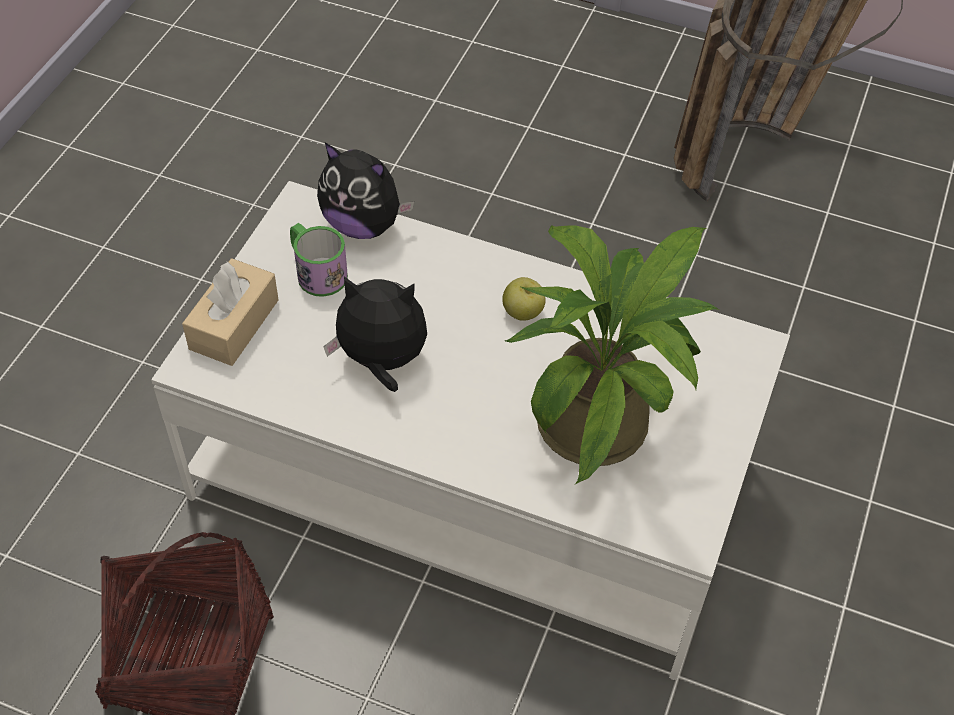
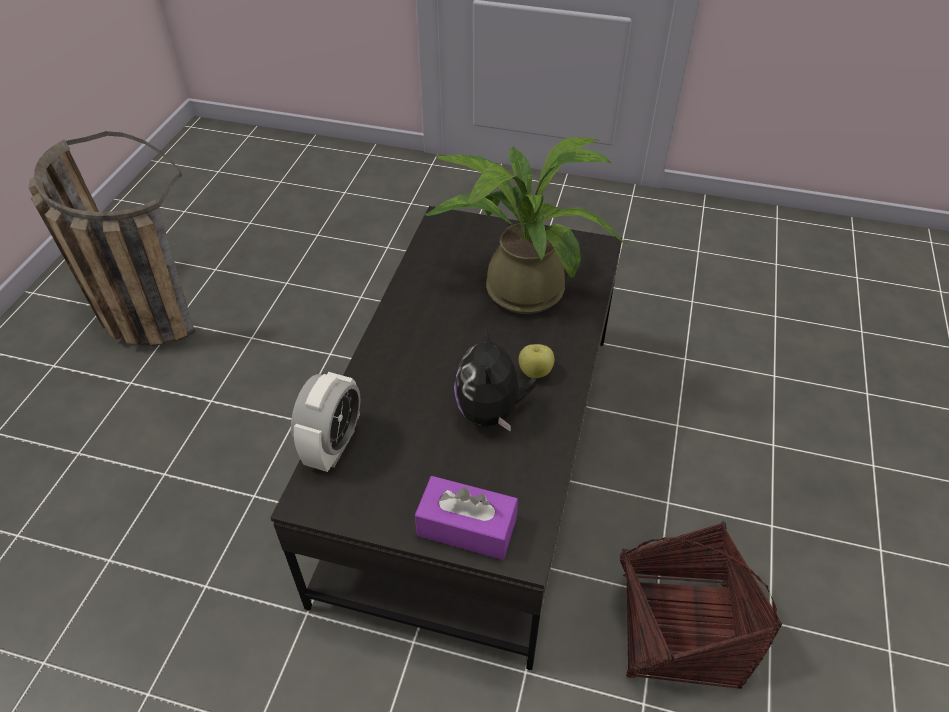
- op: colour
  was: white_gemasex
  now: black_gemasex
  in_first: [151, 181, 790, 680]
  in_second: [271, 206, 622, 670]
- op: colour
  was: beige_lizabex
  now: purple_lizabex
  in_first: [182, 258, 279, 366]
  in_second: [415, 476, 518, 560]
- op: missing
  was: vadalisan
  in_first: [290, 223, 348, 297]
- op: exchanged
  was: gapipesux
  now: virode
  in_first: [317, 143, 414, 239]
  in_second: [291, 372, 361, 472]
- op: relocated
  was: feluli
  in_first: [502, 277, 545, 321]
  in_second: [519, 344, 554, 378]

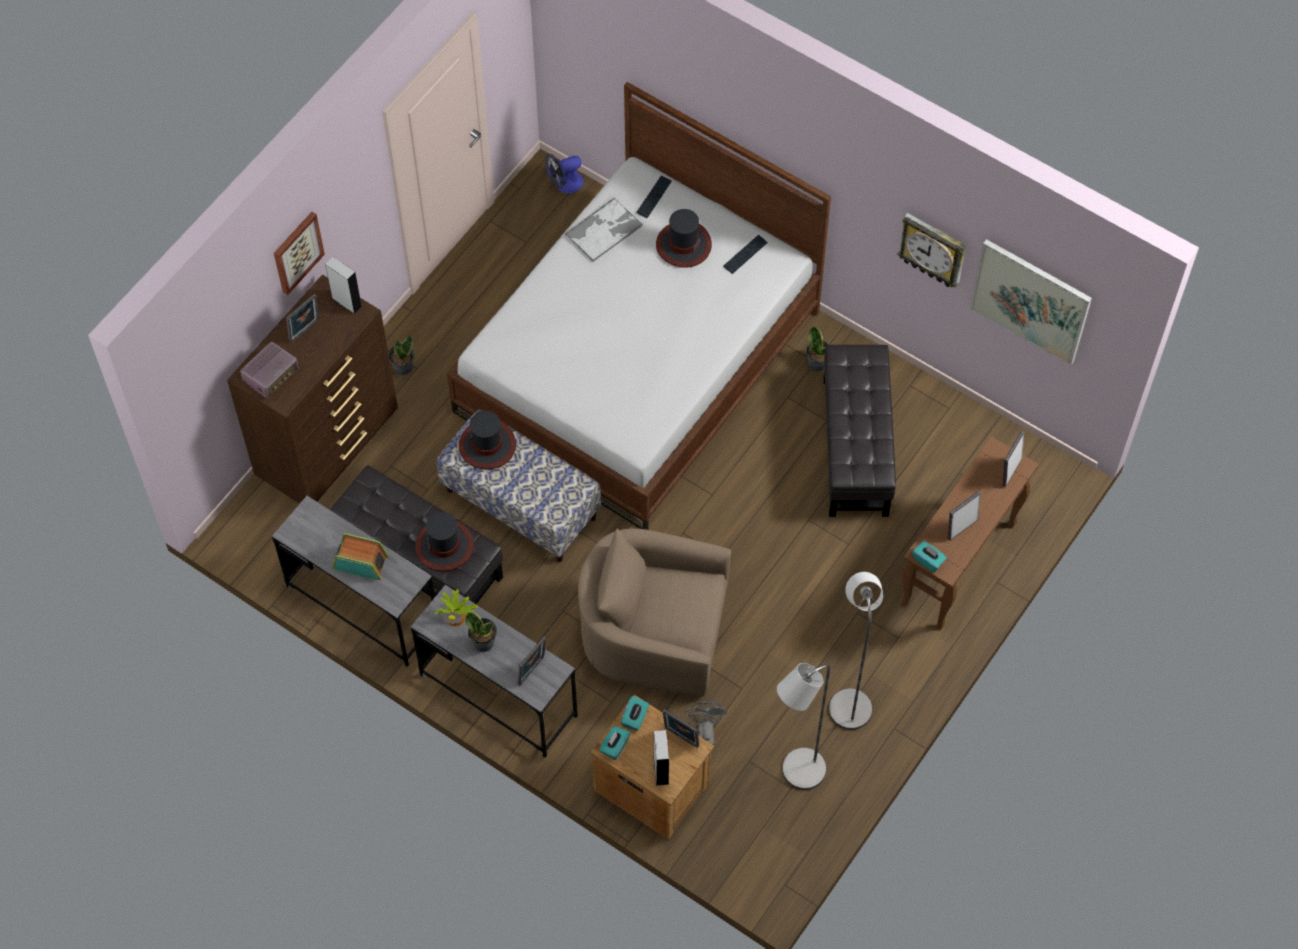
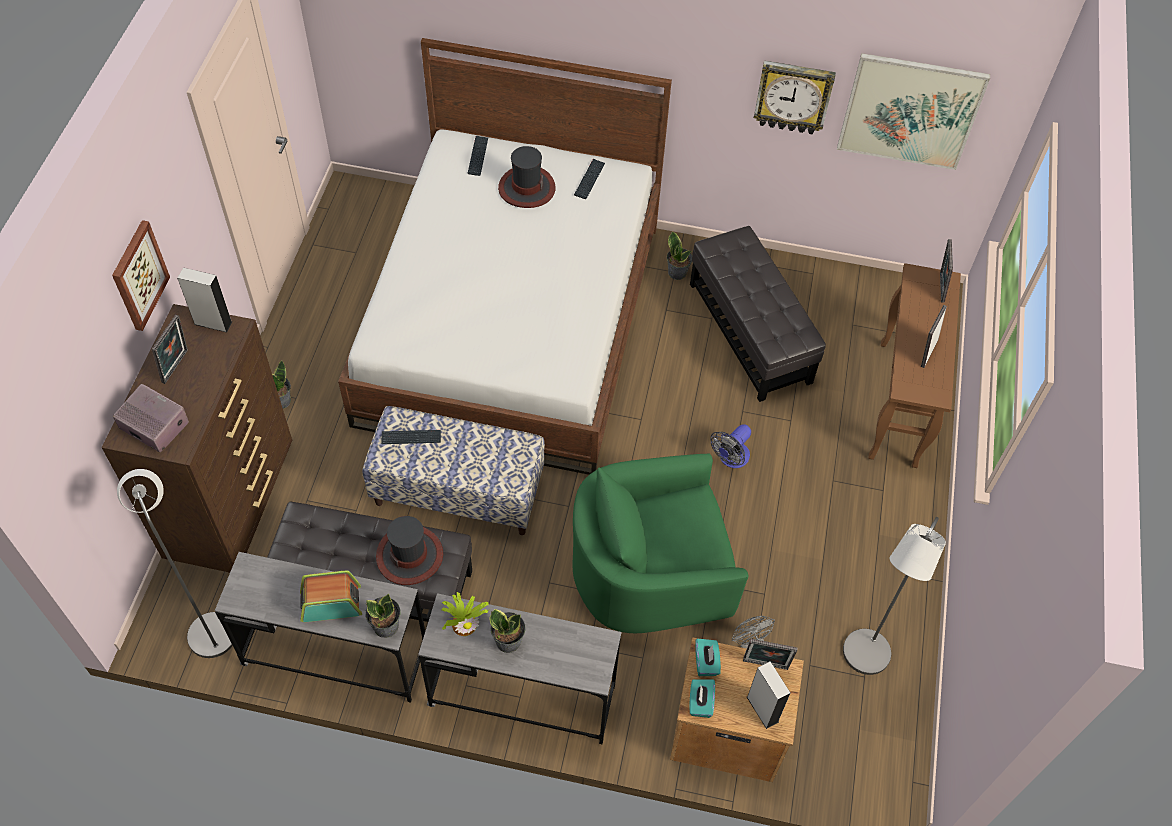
- op: spun
  was: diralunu
  in_first: [240, 342, 299, 399]
  in_second: [113, 384, 189, 452]
  clockwise: -75
- op: exchanged
  was: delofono
  now: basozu
  in_first: [459, 411, 516, 470]
  in_second: [381, 430, 441, 444]
- op: missing
  was: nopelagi
  in_first: [517, 637, 546, 685]
- op: relocated
  was: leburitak
  in_first: [544, 153, 584, 194]
  in_second: [710, 424, 751, 468]
- op: missing
  was: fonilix
  in_first: [565, 197, 643, 263]
- op: colour
  was: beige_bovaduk
  now: green_bovaduk
  in_first: [578, 528, 731, 697]
  in_second: [572, 453, 749, 633]
- op: relocated
  was: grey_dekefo
  in_first: [829, 572, 883, 730]
  in_second: [117, 469, 233, 658]
- op: missing
  was: turquoise_lizabex
  in_first: [913, 541, 947, 572]
- op: appeared
  now: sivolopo
  in_second: [365, 593, 401, 638]

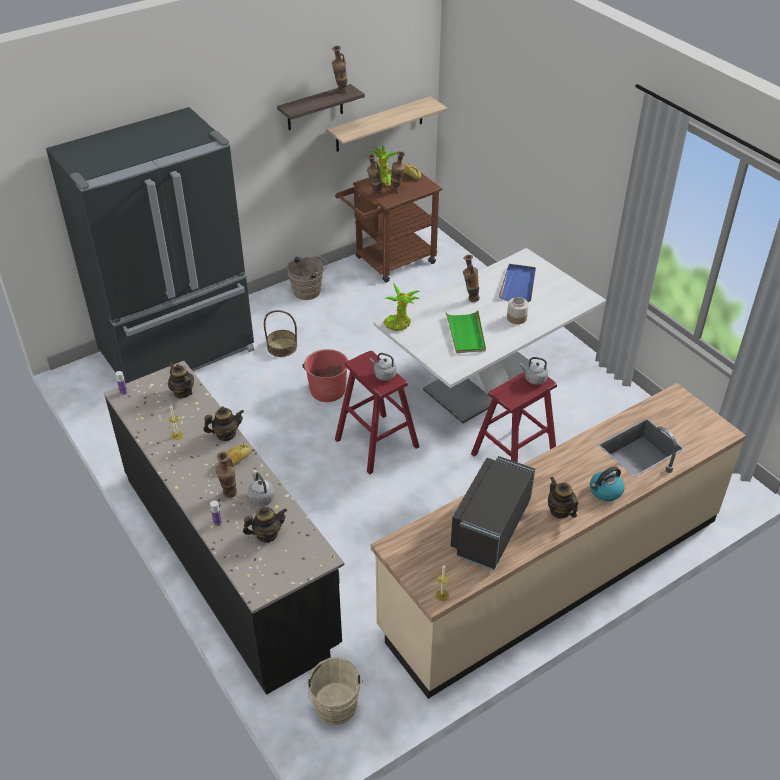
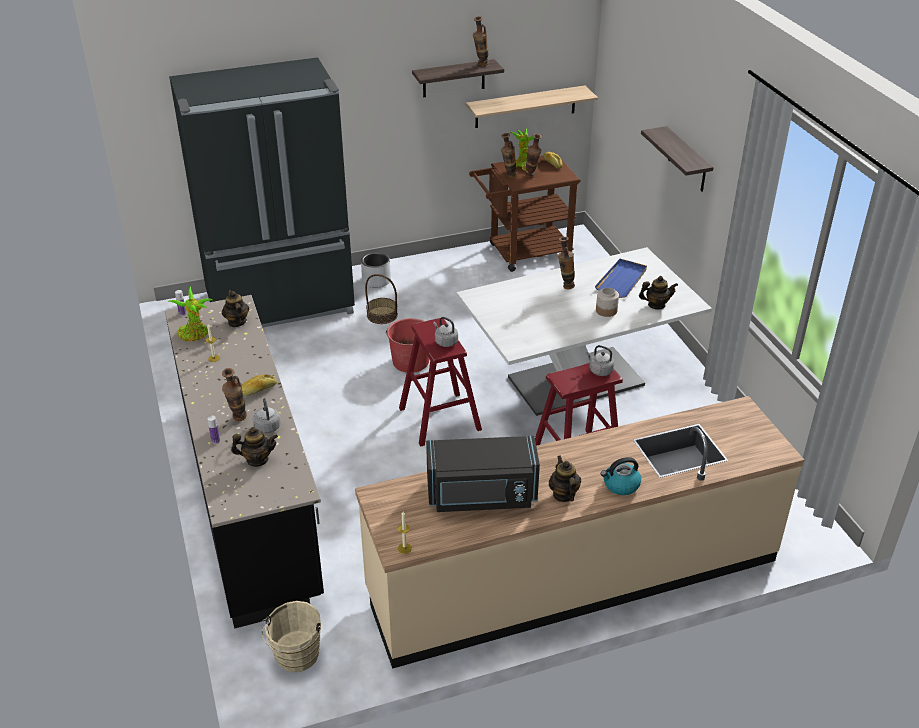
- op: relocated
  was: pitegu
  in_first: [203, 407, 244, 441]
  in_second: [639, 276, 678, 310]
- op: missing
  was: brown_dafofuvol
  in_first: [287, 255, 327, 300]
- op: relocated
  was: sivolopo
  in_first: [383, 283, 420, 331]
  in_second: [168, 287, 213, 341]
- op: missing
  was: green_fonilix
  in_first: [445, 310, 486, 353]
- op: spun
  was: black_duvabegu
  in_first: [451, 456, 535, 570]
  in_second: [426, 436, 540, 512]
  clockwise: -135
- op: appeared
  now: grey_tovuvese
  in_second: [361, 252, 391, 288]
- op: appeared
  now: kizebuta
  in_second: [641, 126, 714, 192]

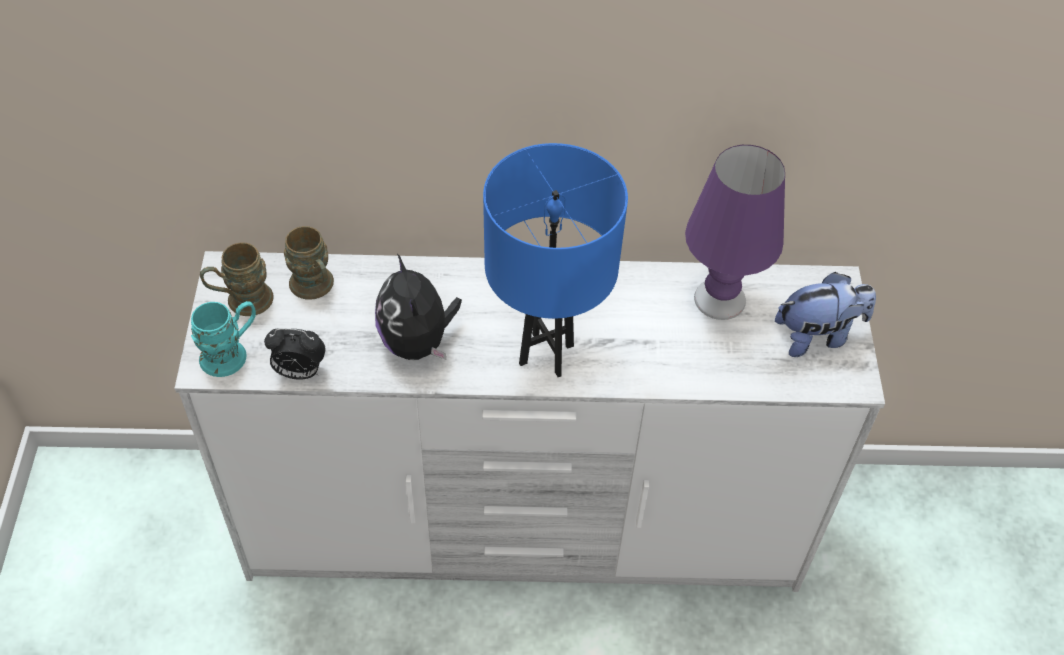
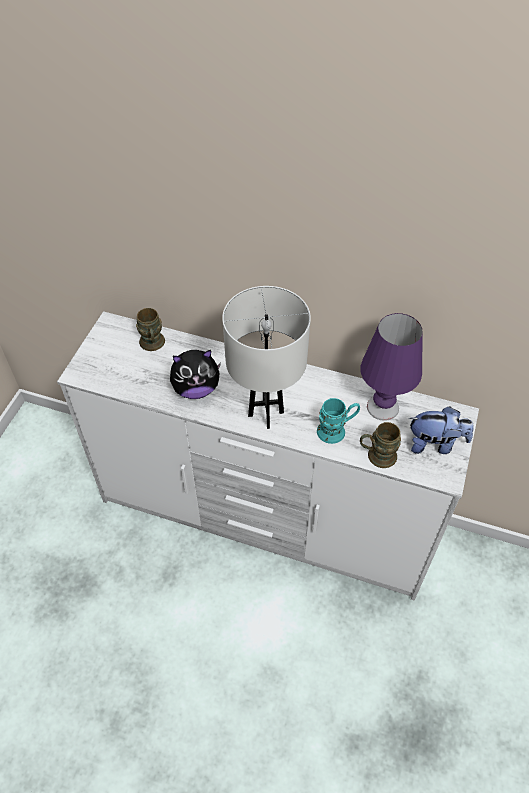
- op: relocated
  was: turquoise_vadalisan
  in_first: [191, 301, 256, 377]
  in_second: [317, 398, 360, 444]
- op: relocated
  was: brown_vadalisan
  in_first: [200, 242, 274, 316]
  in_second: [360, 422, 401, 468]
- op: missing
  was: virode
  in_first: [264, 328, 326, 380]
- op: spun
  was: gapipesux
  in_first: [375, 254, 462, 360]
  in_second: [170, 350, 221, 399]
  clockwise: -105
- op: colour
  was: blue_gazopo
  now: white_gazopo
  in_first: [483, 143, 628, 377]
  in_second: [222, 286, 311, 429]

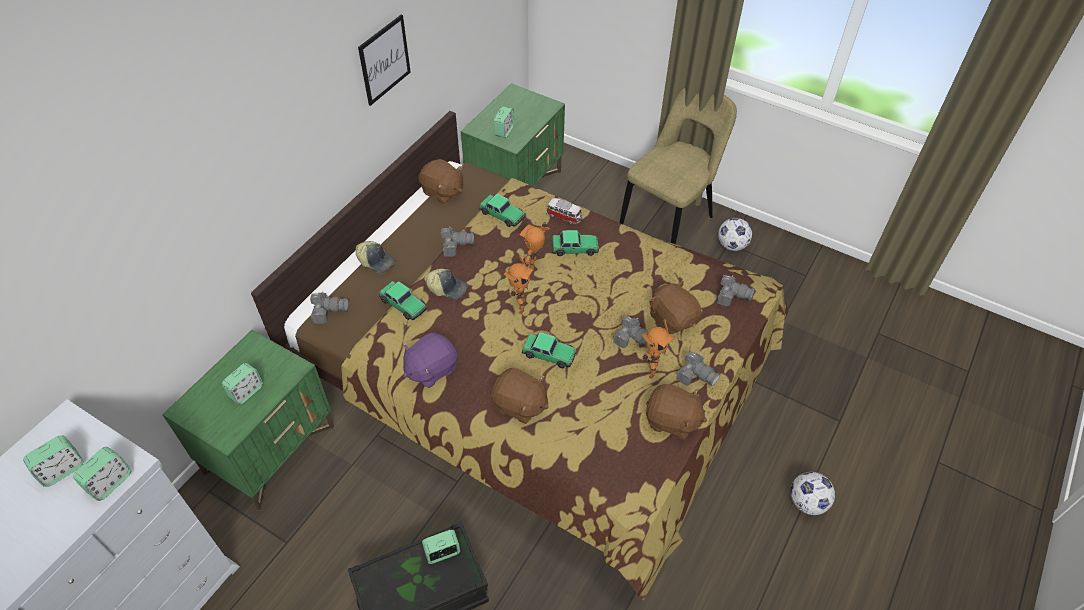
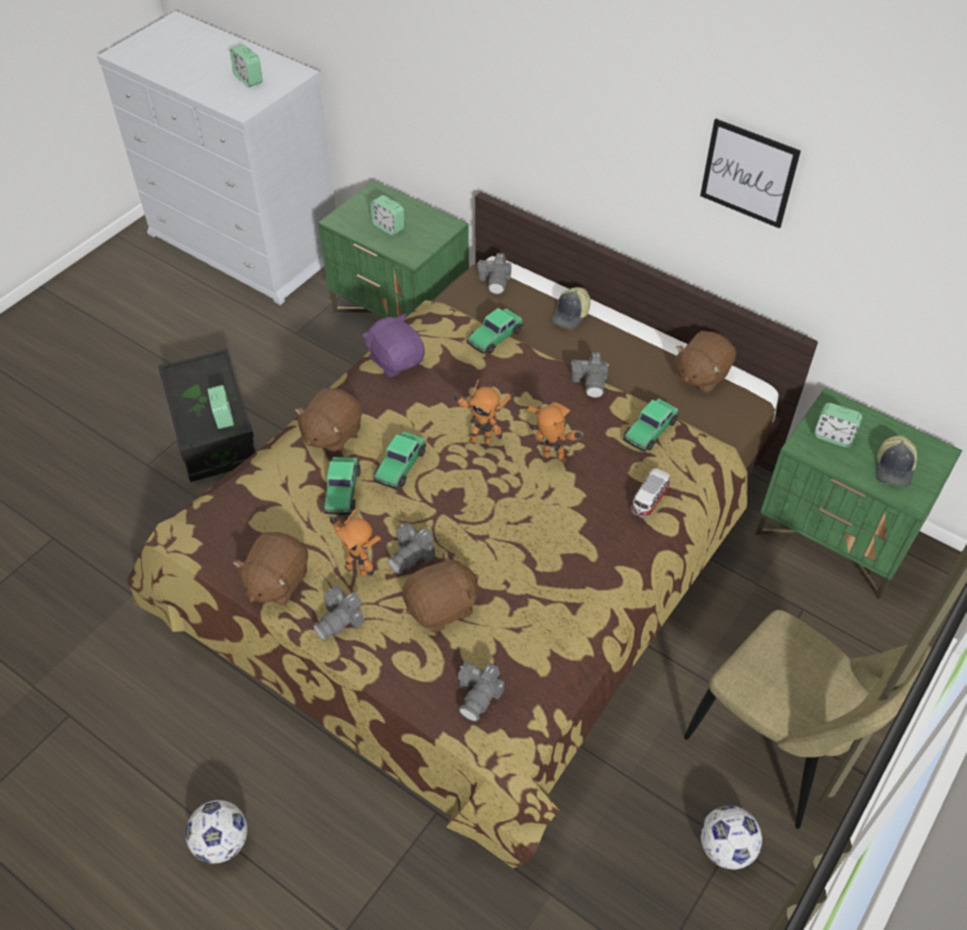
- op: missing
  was: virode
  in_first: [73, 447, 131, 501]
- op: relocated
  was: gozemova
  in_first: [424, 269, 467, 300]
  in_second: [876, 435, 917, 487]
- op: relocated
  was: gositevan
  in_first: [552, 230, 599, 256]
  in_second: [322, 457, 361, 515]

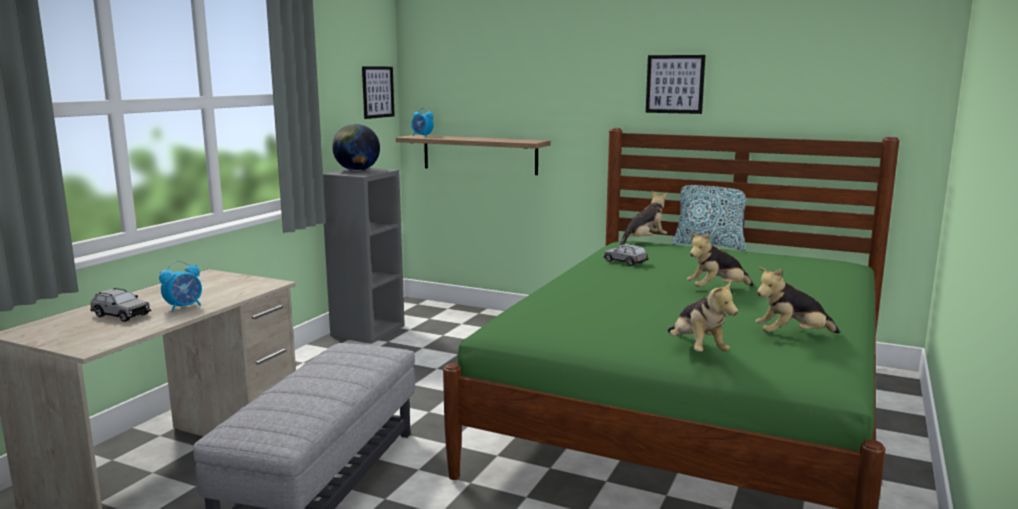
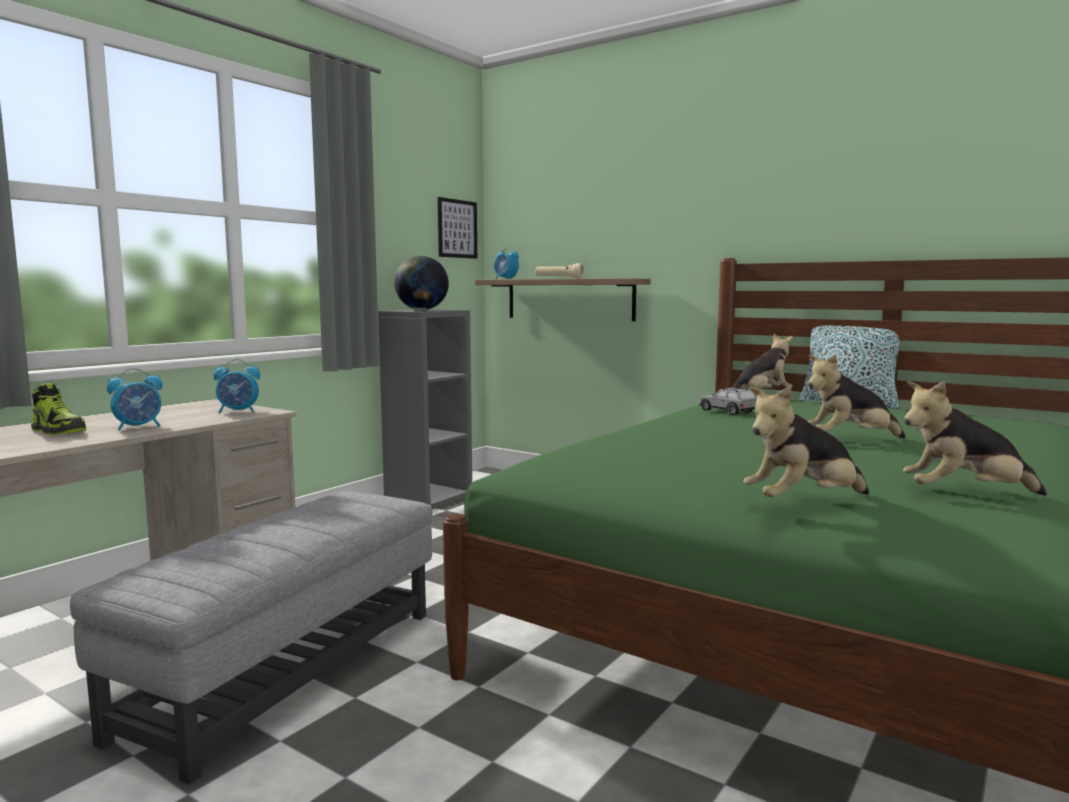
- op: exchanged
  was: grey_gositevan
  now: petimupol
  in_first: [90, 288, 151, 322]
  in_second: [31, 383, 86, 435]
- op: missing
  was: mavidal
  in_first: [646, 55, 706, 114]
- op: spun
  was: gapipesux
  in_first: [667, 280, 738, 352]
  in_second: [743, 385, 869, 497]
  clockwise: 75
- op: appeared
  now: virode
  in_second: [213, 359, 260, 413]
- op: appeared
  now: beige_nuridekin
  in_second: [536, 263, 584, 279]

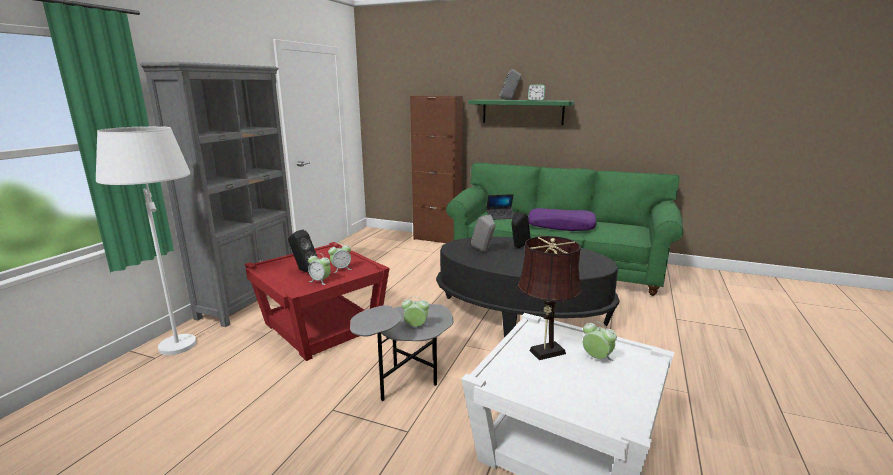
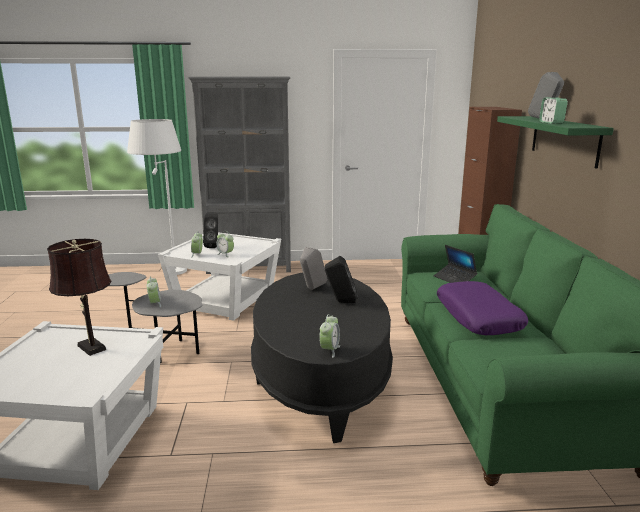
- op: colour
  was: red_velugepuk
  now: white_velugepuk
  in_first: [245, 242, 390, 361]
  in_second: [158, 232, 281, 321]
- op: relocated
  was: virode
  in_first: [583, 322, 617, 361]
  in_second: [319, 314, 340, 358]

